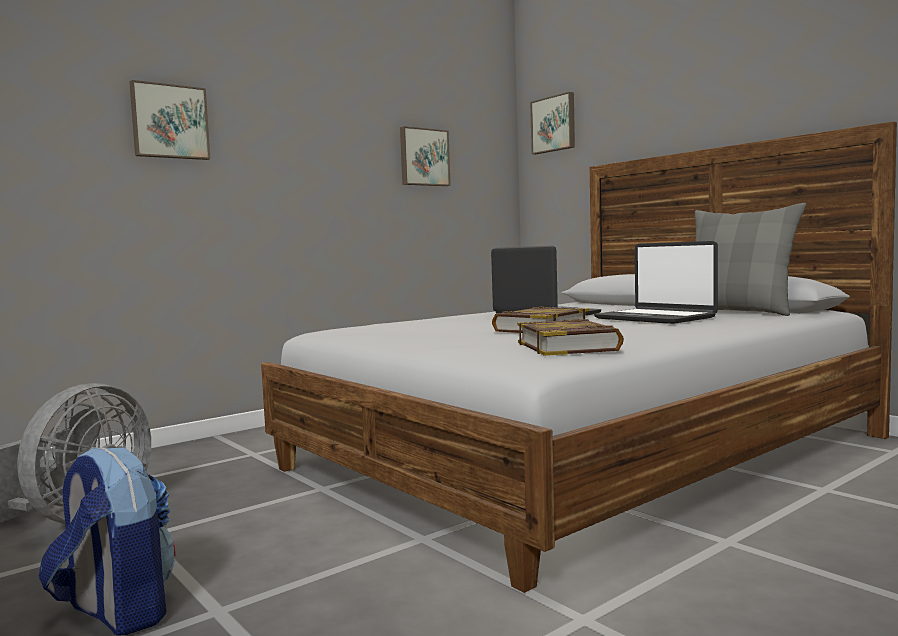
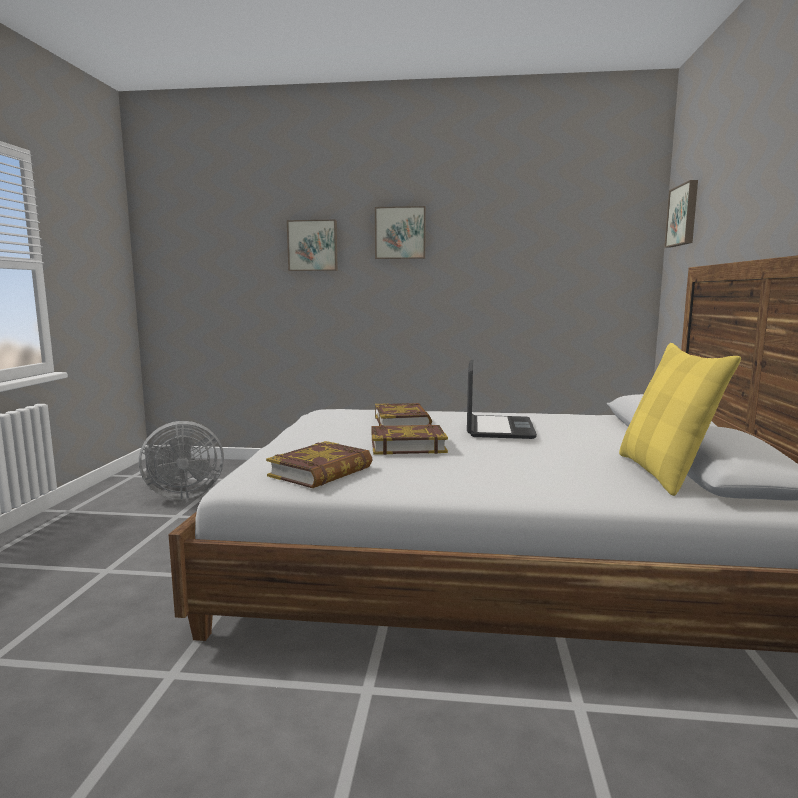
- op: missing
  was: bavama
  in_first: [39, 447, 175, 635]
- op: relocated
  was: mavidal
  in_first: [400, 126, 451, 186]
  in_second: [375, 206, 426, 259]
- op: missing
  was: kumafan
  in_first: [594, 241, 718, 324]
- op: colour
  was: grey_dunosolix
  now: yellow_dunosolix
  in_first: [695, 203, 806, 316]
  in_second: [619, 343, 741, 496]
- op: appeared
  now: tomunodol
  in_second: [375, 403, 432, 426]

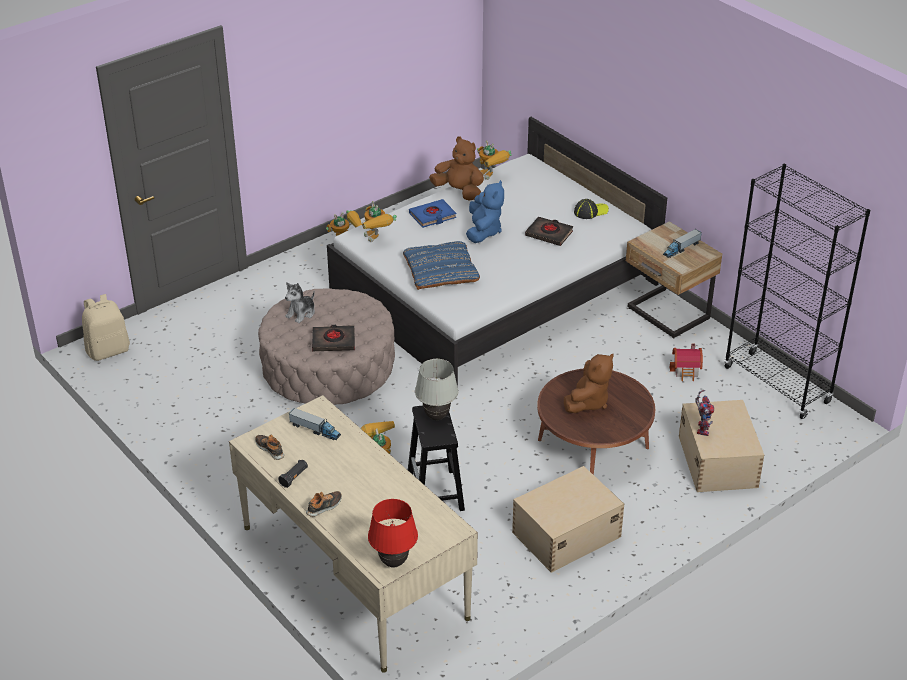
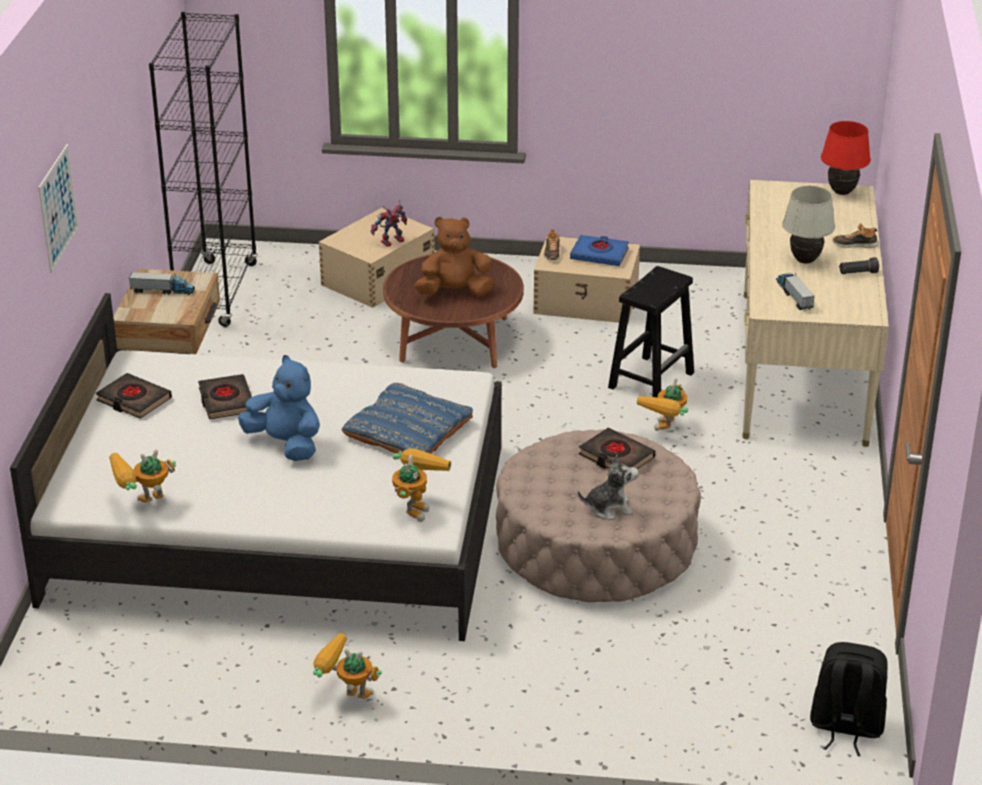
- op: colour
  was: beige_bavama
  now: black_bavama
  in_first: [82, 294, 130, 361]
  in_second: [810, 642, 887, 756]
- op: relocated
  was: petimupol
  in_first: [255, 435, 284, 460]
  in_second: [544, 229, 560, 260]
- op: relocated
  was: blue_tomunodol
  in_first: [409, 199, 456, 228]
  in_second: [570, 235, 629, 266]
- op: relocated
  was: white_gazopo
  in_first: [415, 359, 459, 420]
  in_second: [782, 186, 835, 264]
- op: missing
  was: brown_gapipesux
  in_first: [429, 137, 484, 201]
- op: spun
  was: blue_gapipesux
  in_first: [466, 180, 504, 243]
  in_second: [238, 355, 320, 461]
  clockwise: 75
- op: spun
  was: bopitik
  in_first: [477, 140, 512, 180]
  in_second: [109, 449, 176, 503]
  clockwise: -120
- op: exchanged
  was: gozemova
  now: black_tomunodol
  in_first: [574, 199, 609, 219]
  in_second: [96, 373, 172, 419]
- op: missing
  was: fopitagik
  in_first: [669, 344, 703, 381]
- op: appeared
  now: mavidal
  in_second: [38, 144, 79, 273]

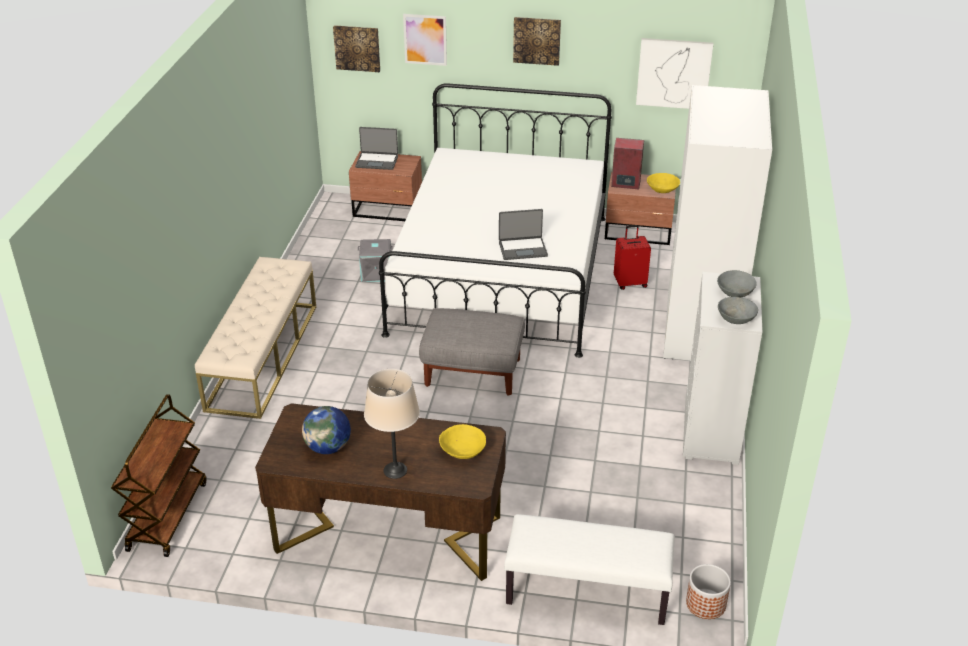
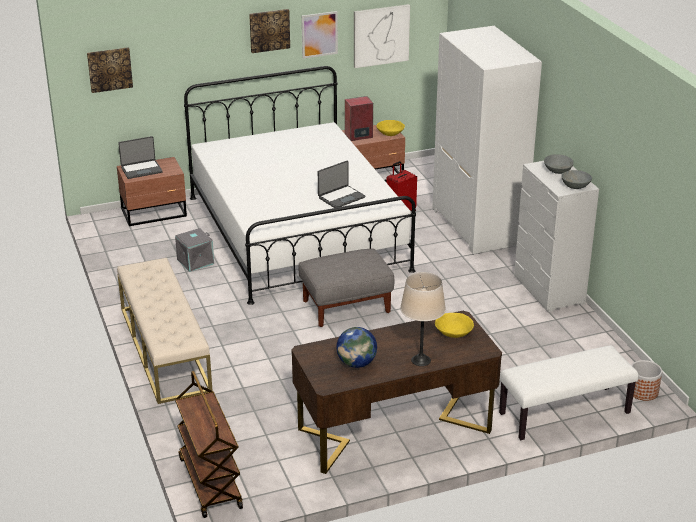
- op: relocated
  was: mavidal
  in_first: [403, 14, 447, 66]
  in_second: [302, 11, 338, 59]

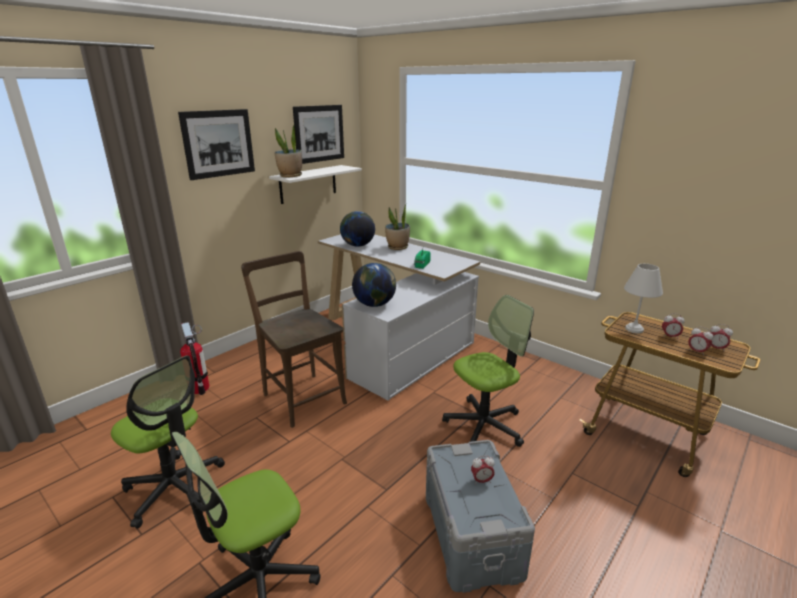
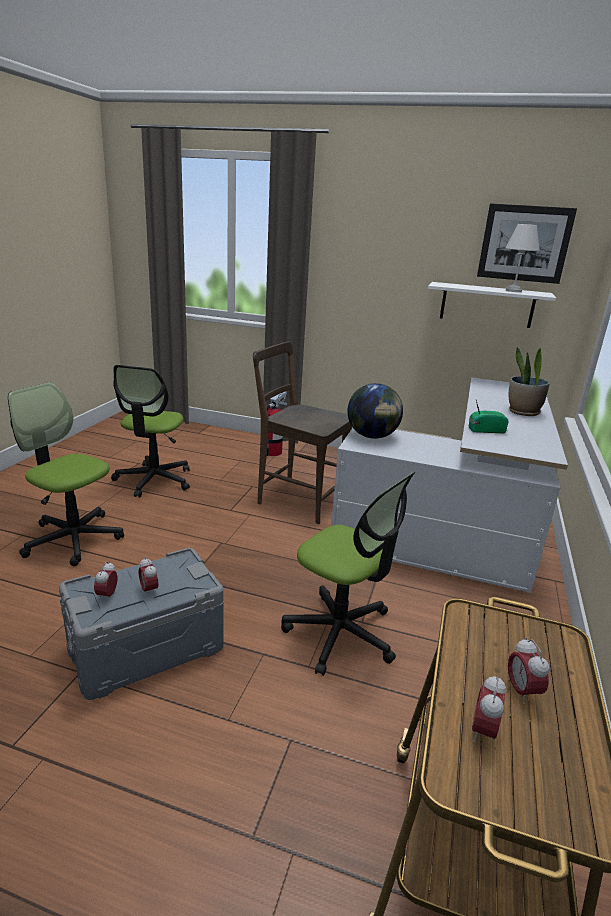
- op: missing
  was: mavidal
  in_first: [178, 109, 255, 180]
- op: spun
  was: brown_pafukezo
  in_first: [241, 251, 347, 428]
  in_second: [253, 341, 352, 524]
  clockwise: -90
- op: missing
  was: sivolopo
  in_first: [274, 124, 302, 177]
- op: missing
  was: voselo
  in_first: [340, 211, 375, 247]
- op: relocated
  was: white_gazopo
  in_first: [624, 264, 663, 333]
  in_second: [505, 224, 540, 292]
- op: relocated
  was: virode
  in_first: [709, 324, 733, 352]
  in_second: [94, 561, 117, 601]

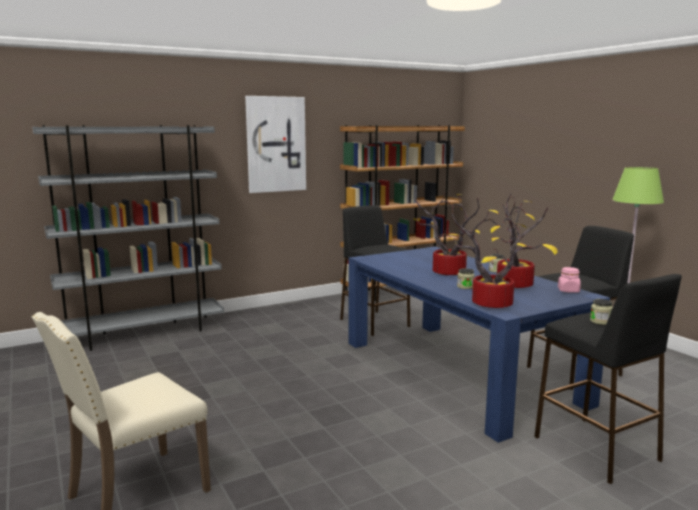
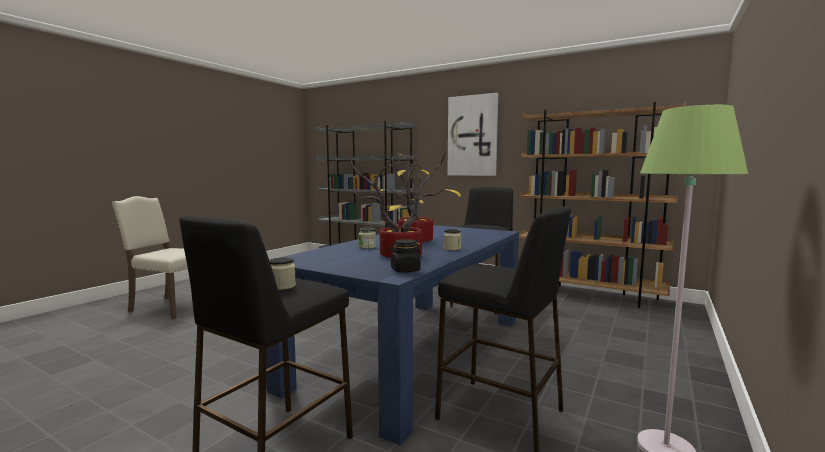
- op: missing
  was: sivolopo
  in_first: [444, 205, 558, 308]
- op: colour
  was: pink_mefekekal
  now: black_mefekekal
  in_first: [558, 267, 581, 293]
  in_second: [388, 239, 422, 272]

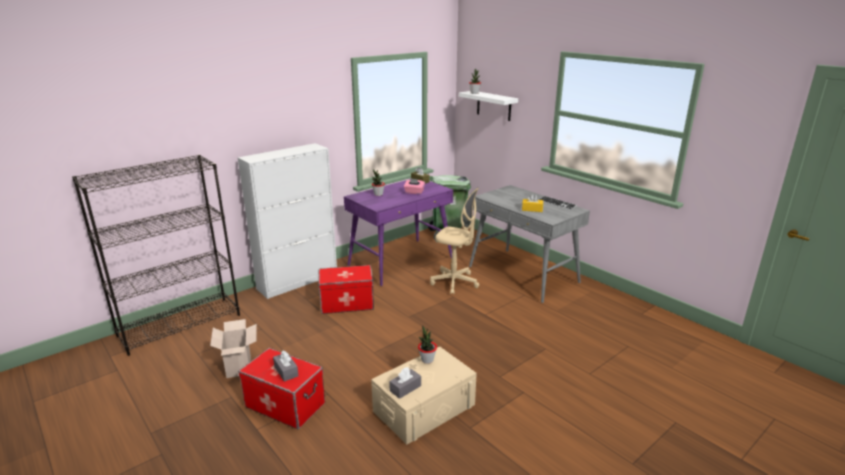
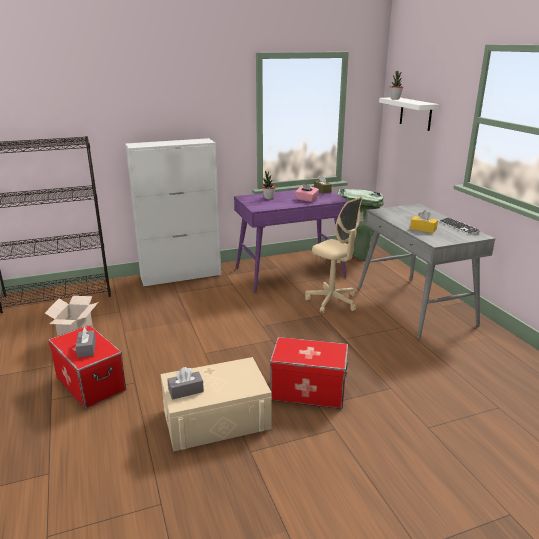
- op: relocated
  was: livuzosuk
  in_first: [318, 265, 374, 314]
  in_second: [270, 337, 348, 409]
- op: missing
  was: sivolopo
  in_first: [418, 325, 437, 364]

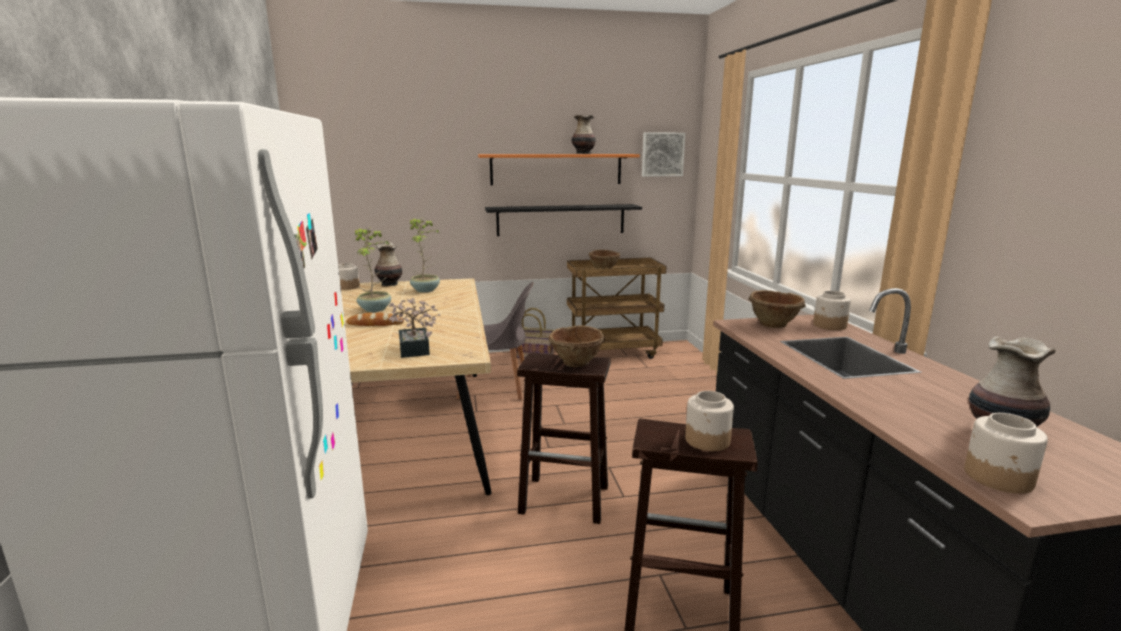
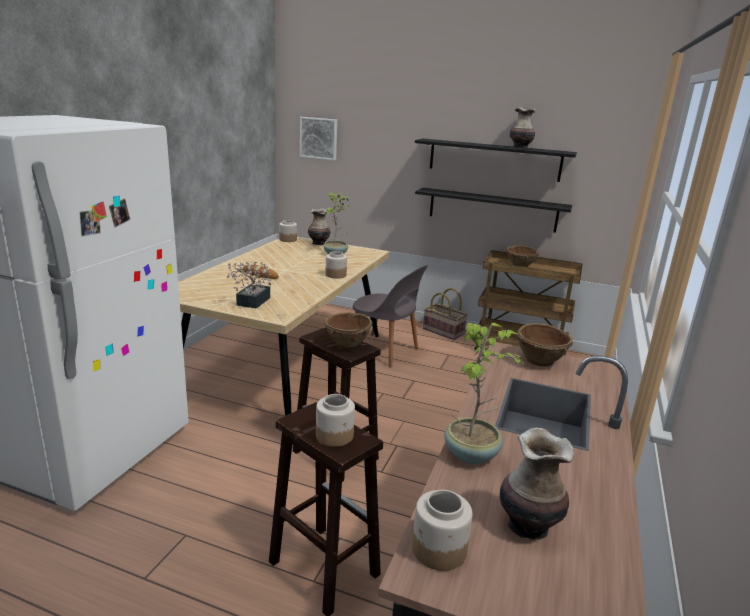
- op: relocated
  was: sivolopo
  in_first: [355, 227, 391, 312]
  in_second: [444, 322, 525, 464]
- op: colour
  was: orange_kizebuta
  now: black_kizebuta
  in_first: [478, 154, 640, 185]
  in_second: [415, 139, 577, 182]
- op: relocated
  was: mavidal
  in_first: [642, 132, 685, 177]
  in_second: [300, 117, 337, 160]
- op: relocated
  was: mefekekal
  in_first: [813, 291, 851, 330]
  in_second: [325, 251, 347, 279]

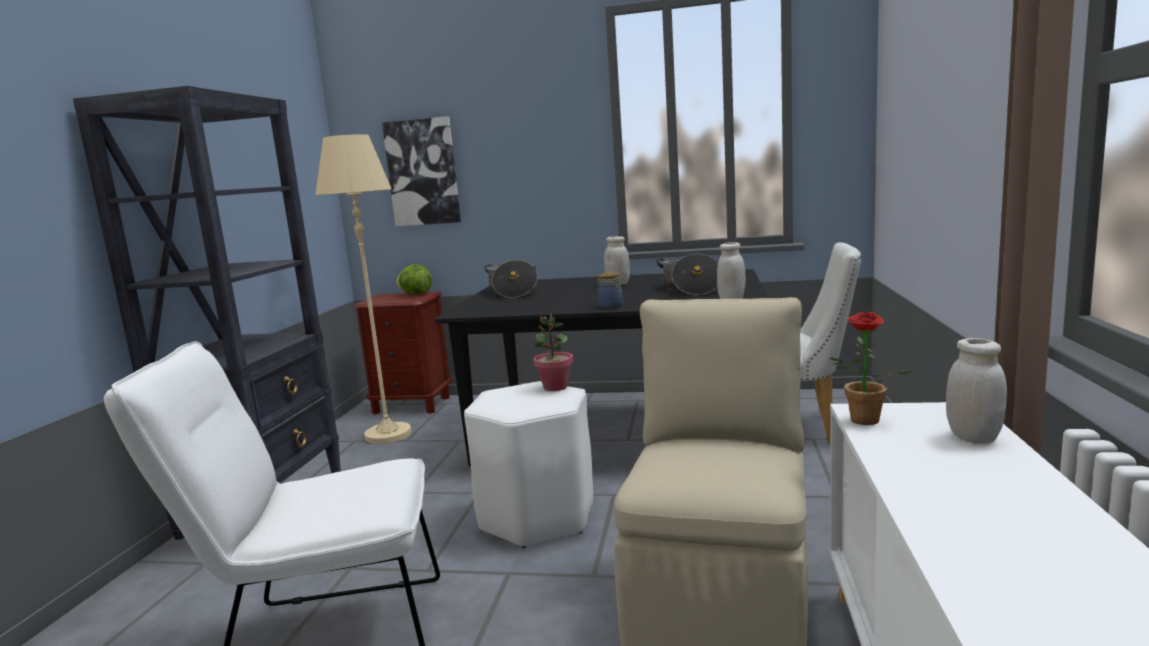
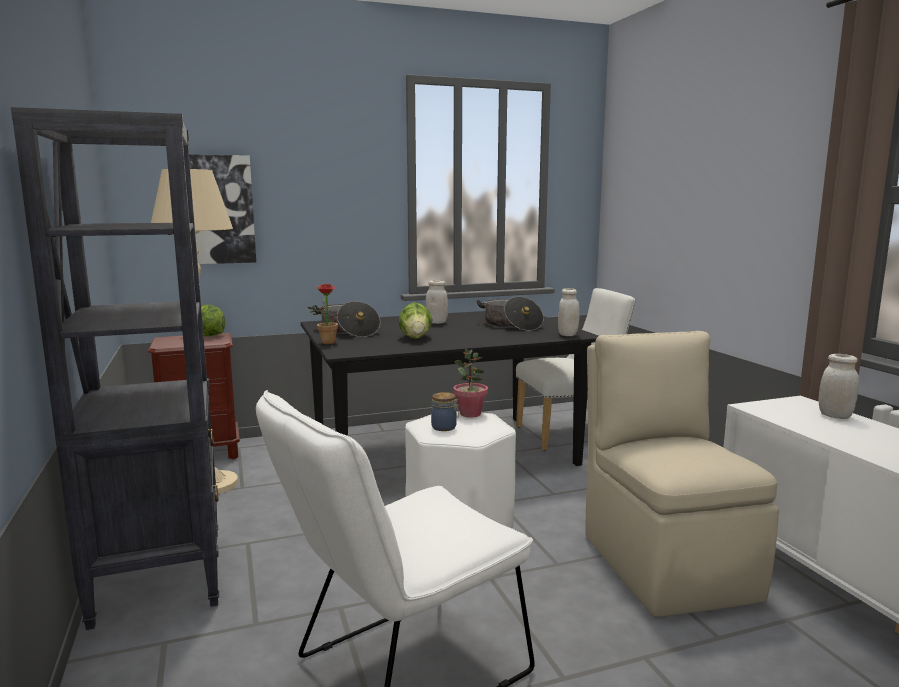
- op: relocated
  was: mefekekal
  in_first: [597, 272, 623, 309]
  in_second: [431, 392, 459, 431]
- op: relocated
  was: sivolopo
  in_first: [830, 312, 912, 425]
  in_second: [308, 284, 349, 344]
- op: appeared
  now: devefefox
  in_second: [399, 302, 433, 339]

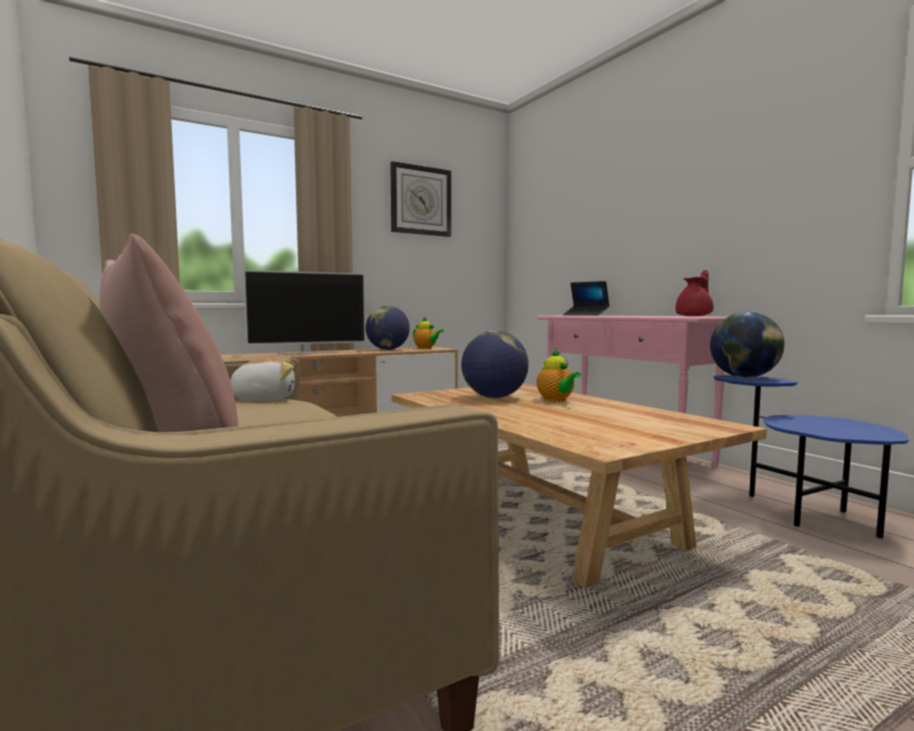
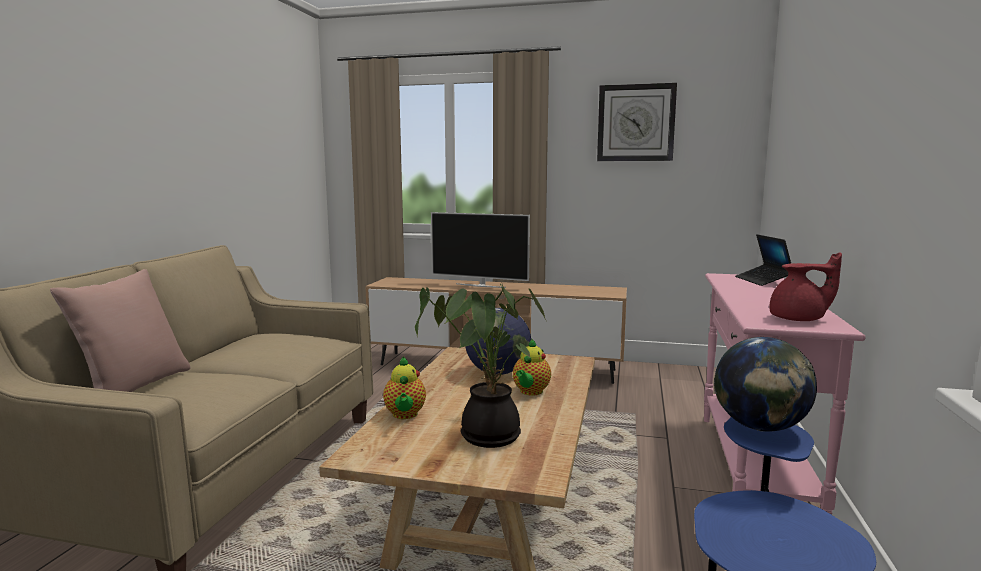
- op: missing
  was: gapipesux
  in_first: [230, 357, 295, 401]
- op: missing
  was: voselo
  in_first: [366, 306, 410, 350]
- op: relocated
  was: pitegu
  in_first: [413, 317, 444, 349]
  in_second: [383, 356, 426, 419]
- op: appeared
  now: sivolopo
  in_second: [415, 283, 546, 448]

